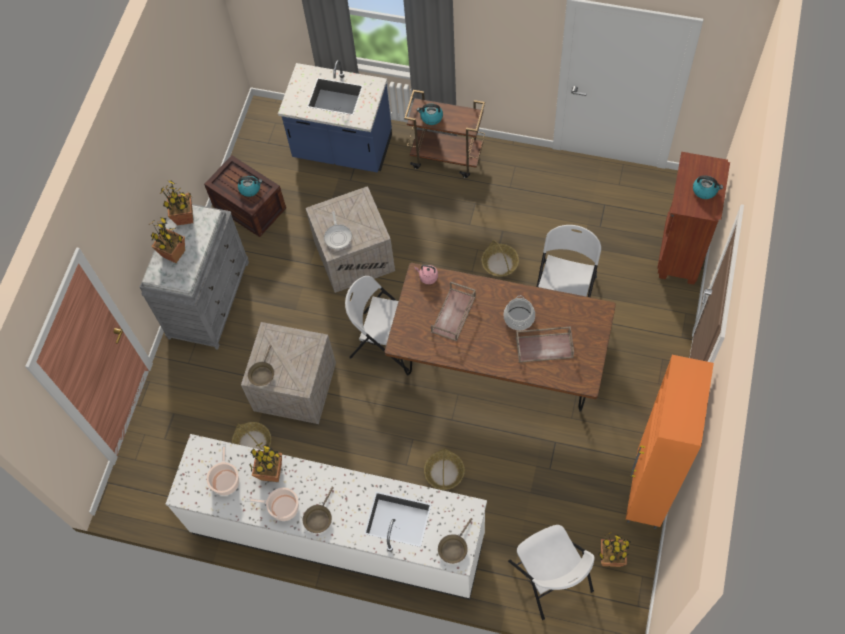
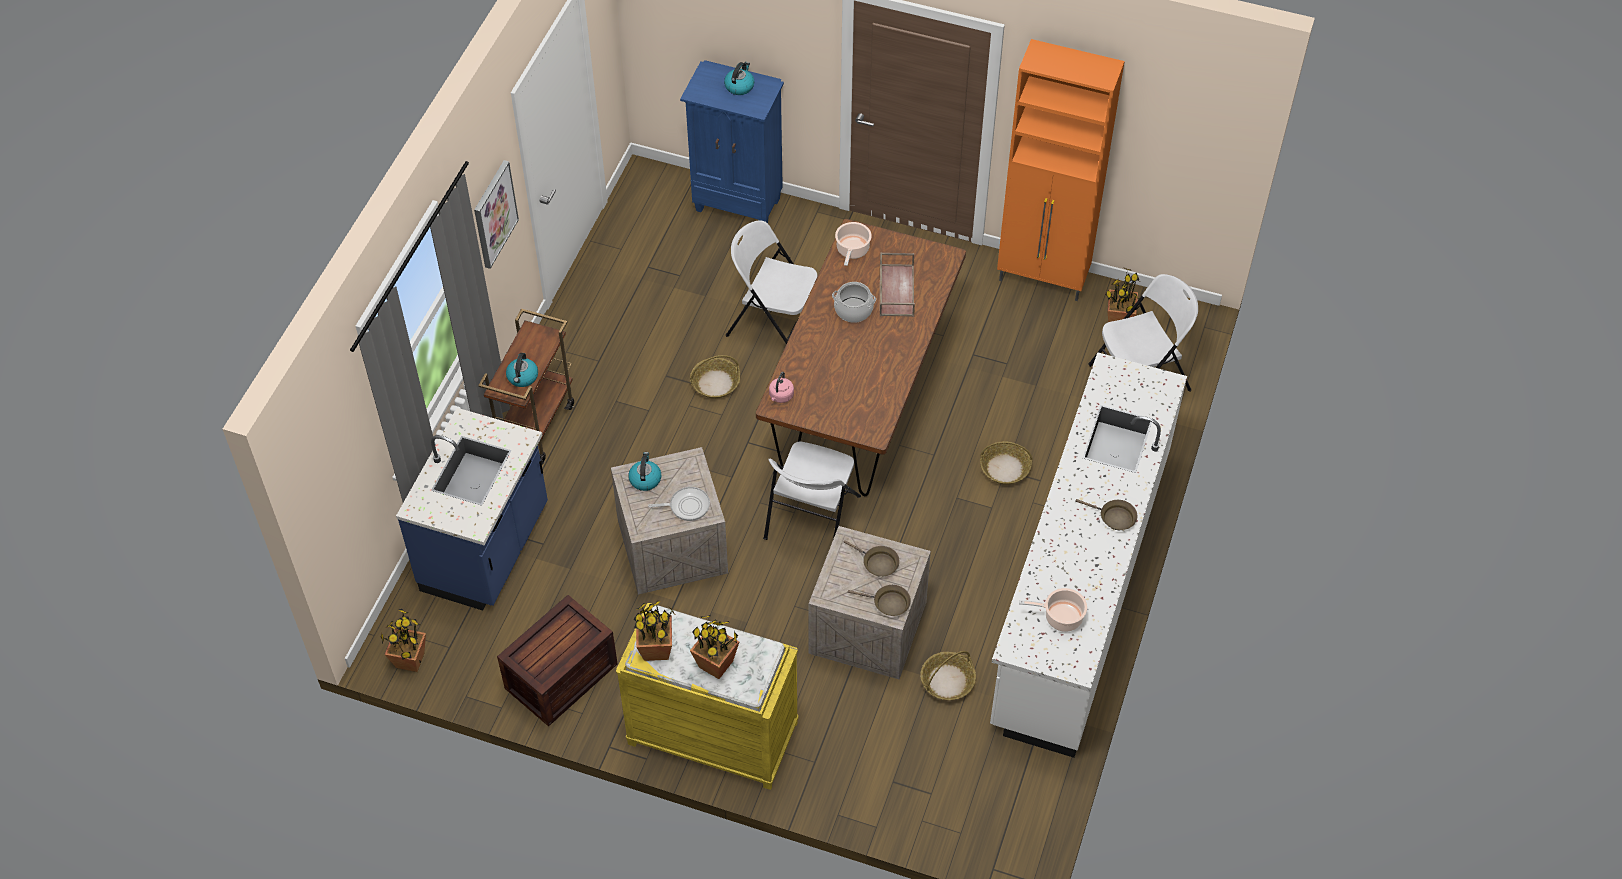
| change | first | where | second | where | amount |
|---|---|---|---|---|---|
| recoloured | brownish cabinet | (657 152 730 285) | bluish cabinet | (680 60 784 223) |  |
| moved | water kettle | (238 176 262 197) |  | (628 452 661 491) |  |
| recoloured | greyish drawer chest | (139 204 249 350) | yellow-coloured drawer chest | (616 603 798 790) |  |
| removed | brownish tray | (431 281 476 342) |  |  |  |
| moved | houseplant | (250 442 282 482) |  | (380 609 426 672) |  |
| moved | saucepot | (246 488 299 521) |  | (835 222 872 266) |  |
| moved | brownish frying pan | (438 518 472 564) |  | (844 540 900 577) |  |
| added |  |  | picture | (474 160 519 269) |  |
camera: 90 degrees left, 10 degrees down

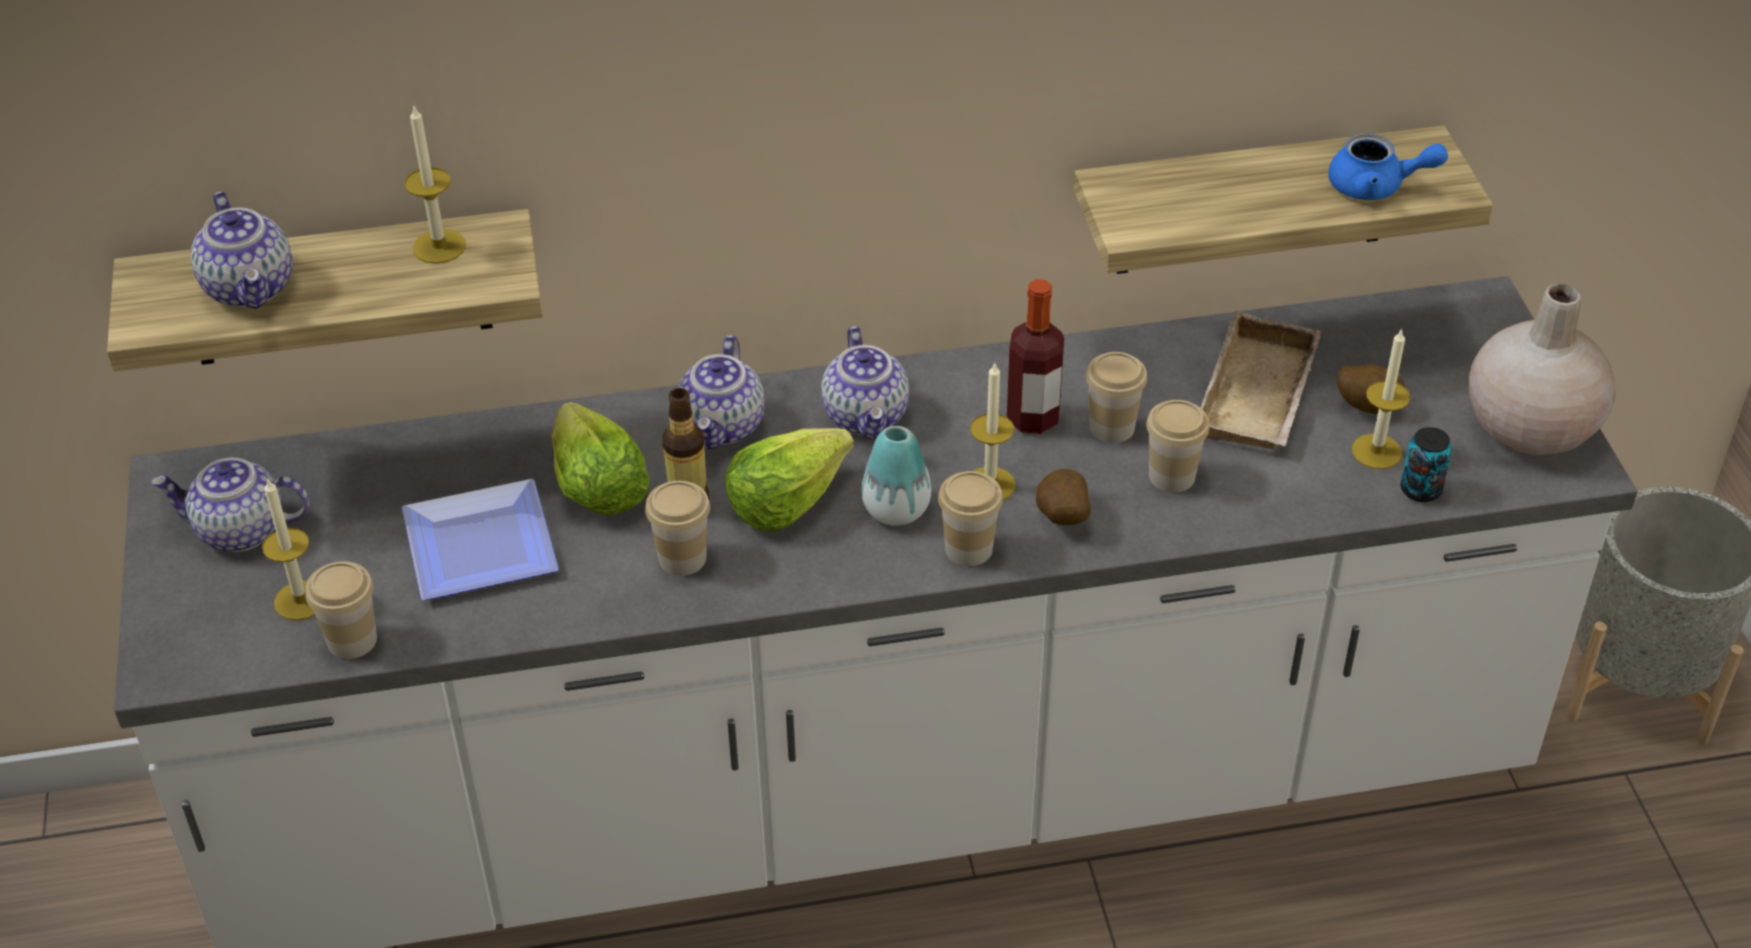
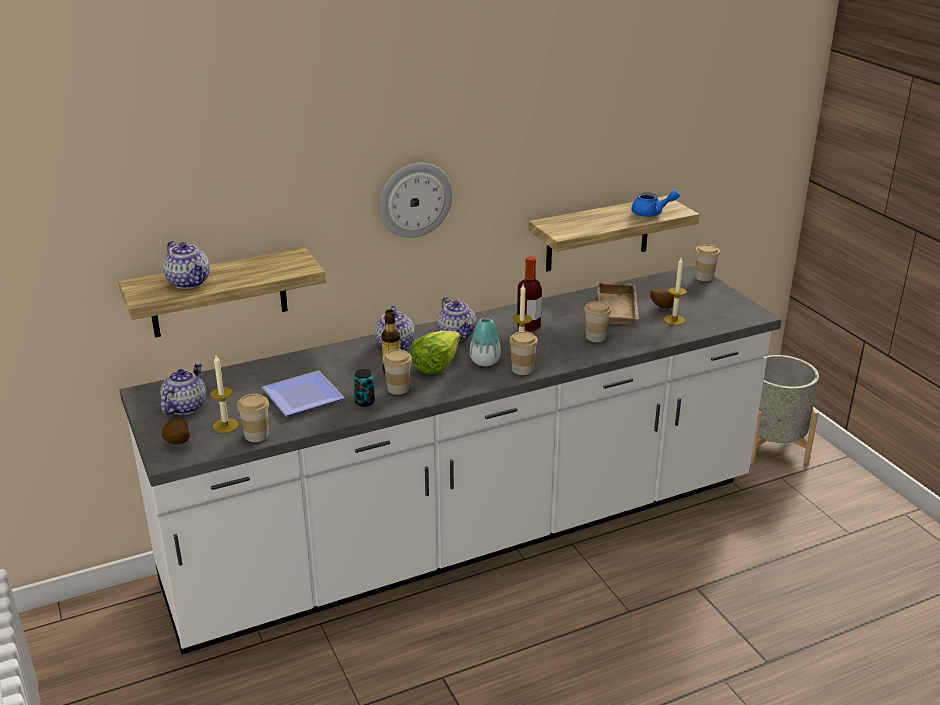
| change | first | where | second | where | amount |
|---|---|---|---|---|---|
| removed | wax light | (405 104 466 264) |  |  |  |
| removed | beige vase | (1468 283 1615 455) |  |  |  |
| moved | small cup | (1086 352 1147 443) |  | (695 244 720 281) |  |
| removed | lettuce | (551 402 649 515) |  |  |  |
| moved | can | (1401 427 1452 502) |  | (353 369 375 407) |  |
| turned | pot for tea | (151 458 309 552) |  | (160 363 206 415) | 120 degrees clockwise |
| moved | spud | (1036 469 1091 525) |  | (162 418 190 445) |  |
| added |  |  | wall clock | (379 163 453 238) |  |
camera: 15 degrees left, 15 degrees down

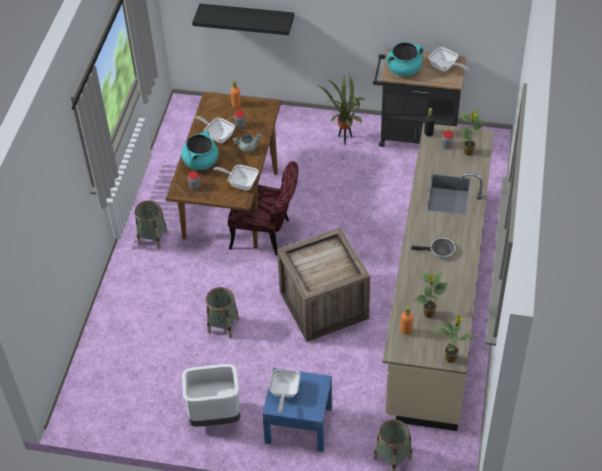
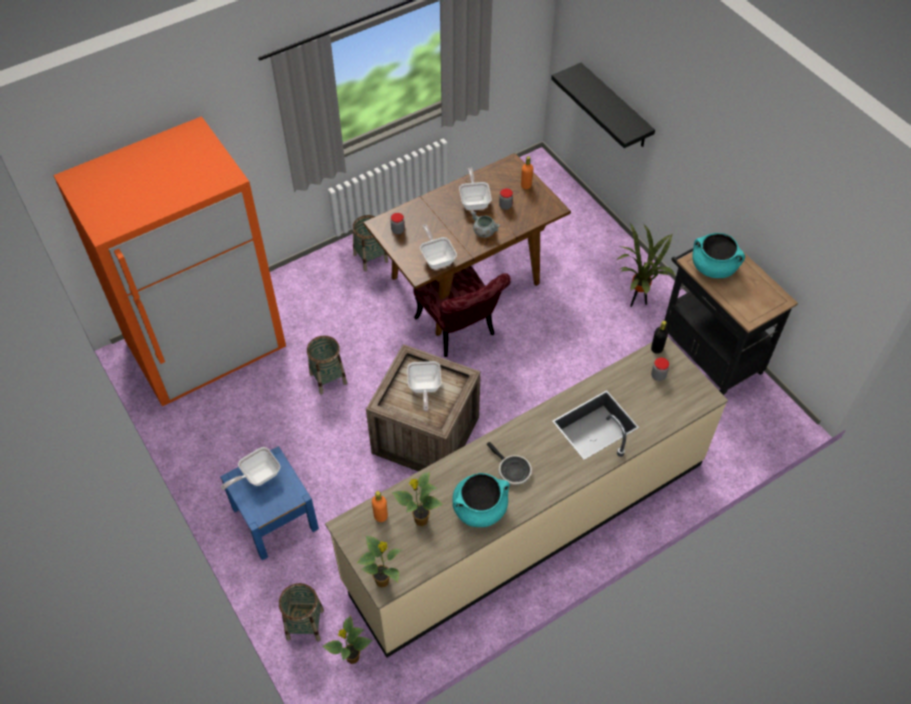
| change | first | where | second | where | amount |
|---|---|---|---|---|---|
| moved | frying pan | (428 47 469 72) |  | (407 361 441 411) |  |
| moved | houseplant | (461 109 483 156) |  | (322 615 373 664) |  |
| moved | turquoise-coloured saucepot | (181 131 219 170) |  | (452 473 510 527) |  |
| removed | white-coloured trash can | (182 364 240 427) |  |  |  |
| added |  |  | orange kitchen fridge | (53 116 286 406) |  |
camera: 45 degrees right, 5 degrees up

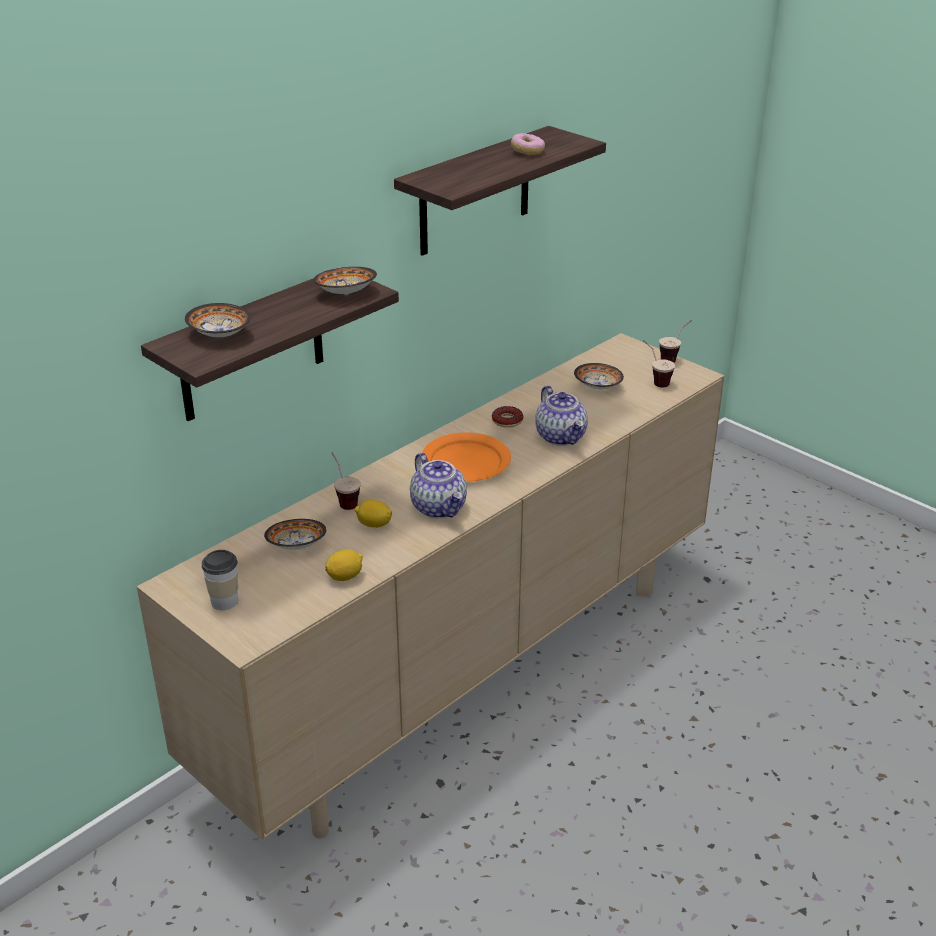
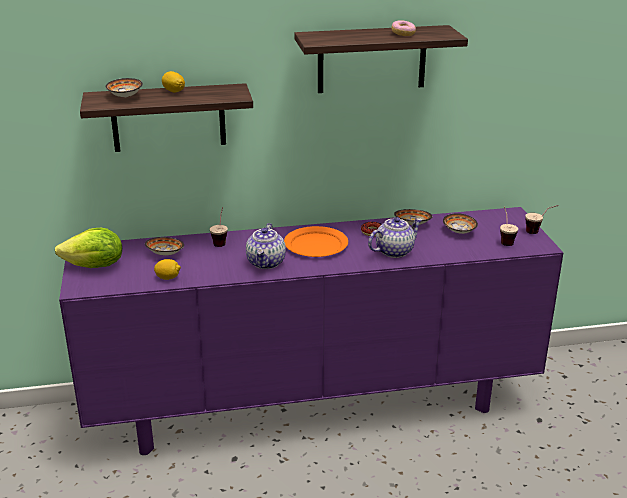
| change | first | where | second | where | amount |
|---|---|---|---|---|---|
| moved | deep dish | (313 267 377 295) |  | (394 209 433 225) |  |
| recoloured | beige cabinet | (137 333 724 840) | purple-coloured cabinet | (59 207 564 455) |  |
| turned | pot for tea | (535 386 588 446) |  | (368 217 422 258) | 135 degrees counterclockwise |
| moved | lemon | (354 500 392 528) |  | (162 71 185 93) |  |
| replaced | small cup | (202 550 238 610) | lettuce | (55 228 122 268) |  |
camera: 35 degrees right, 5 degrees down

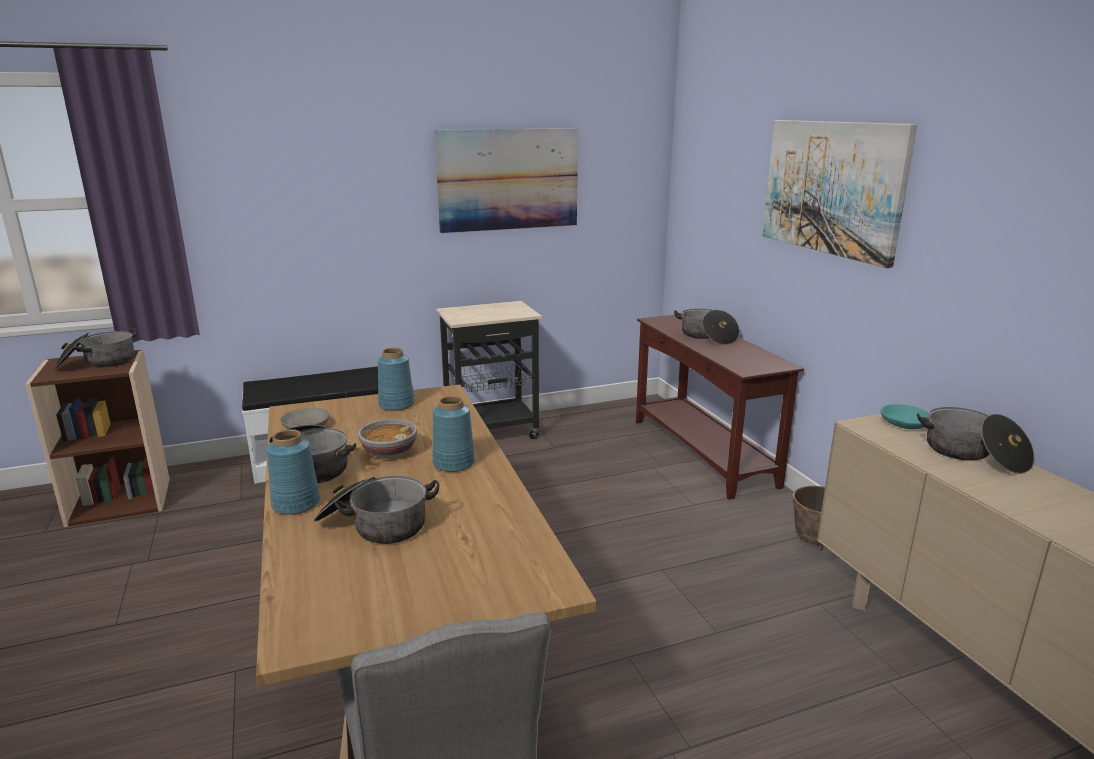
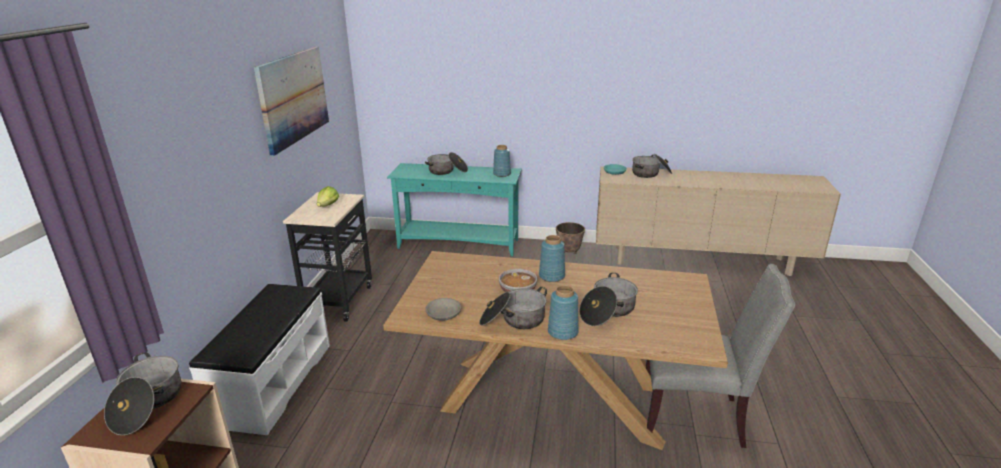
| change | first | where | second | where | amount |
|---|---|---|---|---|---|
| removed | picture | (763 120 917 268) |  |  |  |
| recoloured | brownish console table | (636 315 804 500) | turquoise-coloured console table | (387 163 522 256) |  |
| moved | bluish vase | (378 347 414 411) |  | (493 145 511 177) |  |
| added |  |  | lettuce | (316 186 339 207) |  |
camera: 60 degrees left, 5 degrees up

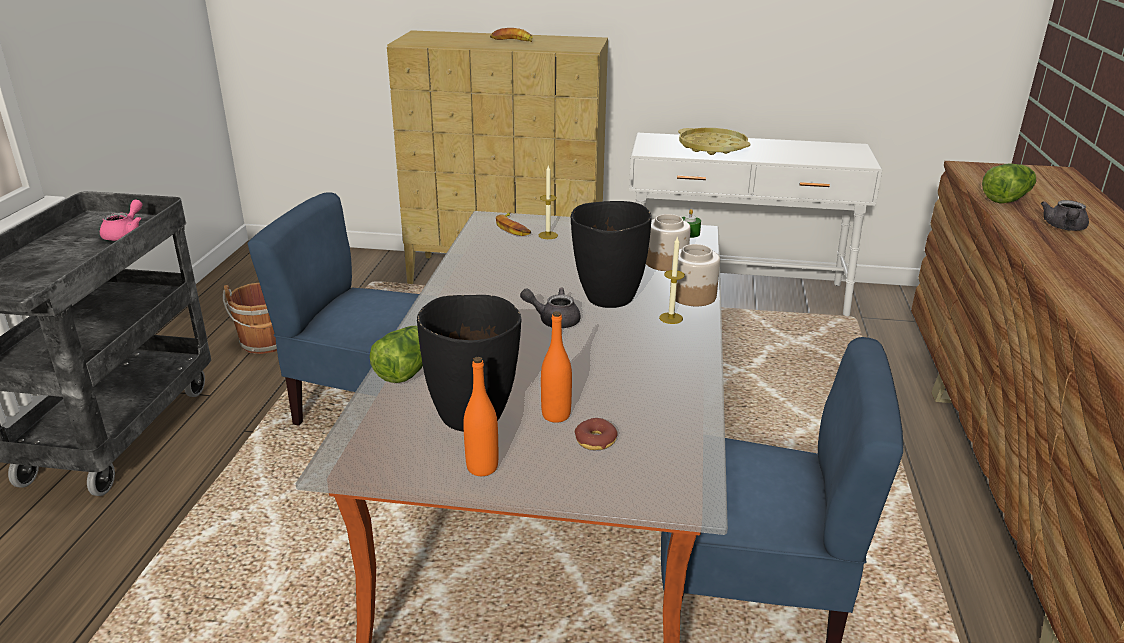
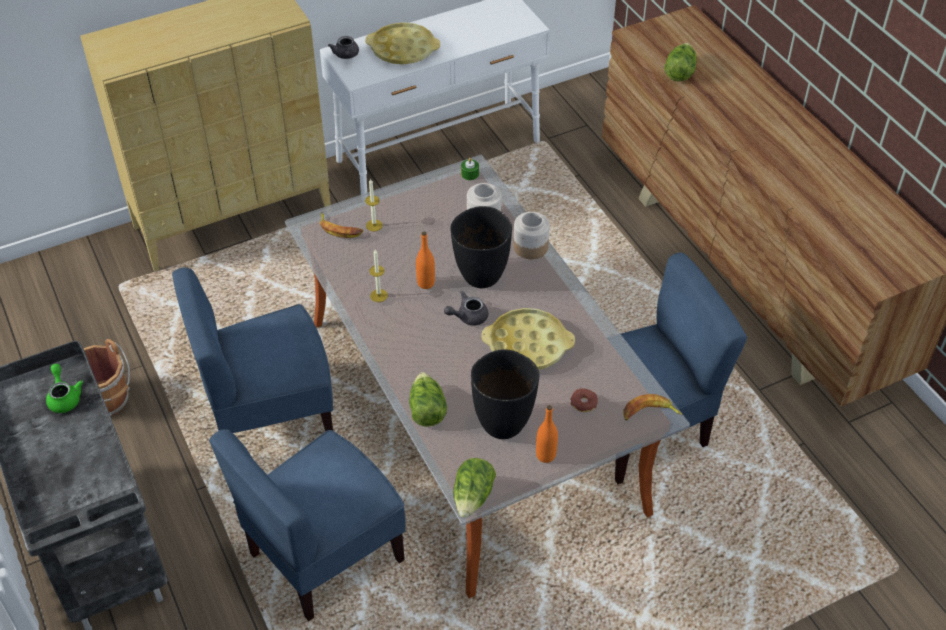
| change | first | where | second | where | amount |
|---|---|---|---|---|---|
| moved | banana fruit | (490 28 533 42) |  | (623 394 683 420) |  |
| recoloured | pink-coloured pot for tea | (100 200 142 241) | greenish pot for tea | (46 364 83 413) |  |
| moved | greyish pot for tea | (1041 200 1089 231) |  | (328 36 359 59) |  |
| moved | wax light | (659 236 685 324) |  | (369 249 388 302) |  |
| moved | orange drink bottle | (541 311 572 423) |  | (416 232 435 289) |  |
| added |  |  | yellow-coloured tray | (482 308 575 370) |  |
| added |  |  | bluish chair | (209 429 406 621) |  |
| added |  |  | lettuce | (453 458 496 518) |  |
camera: 35 degrees left, 20 degrees up

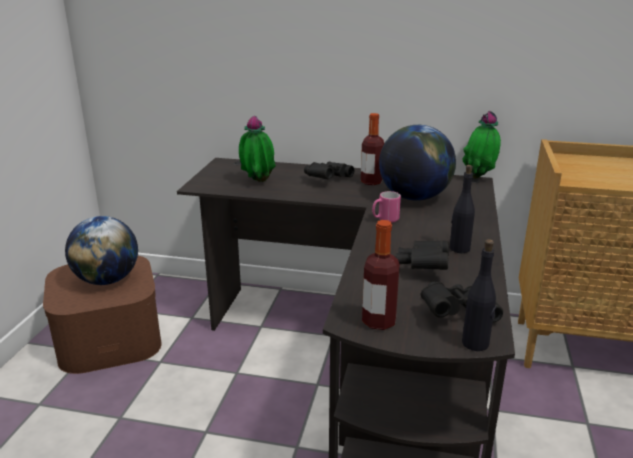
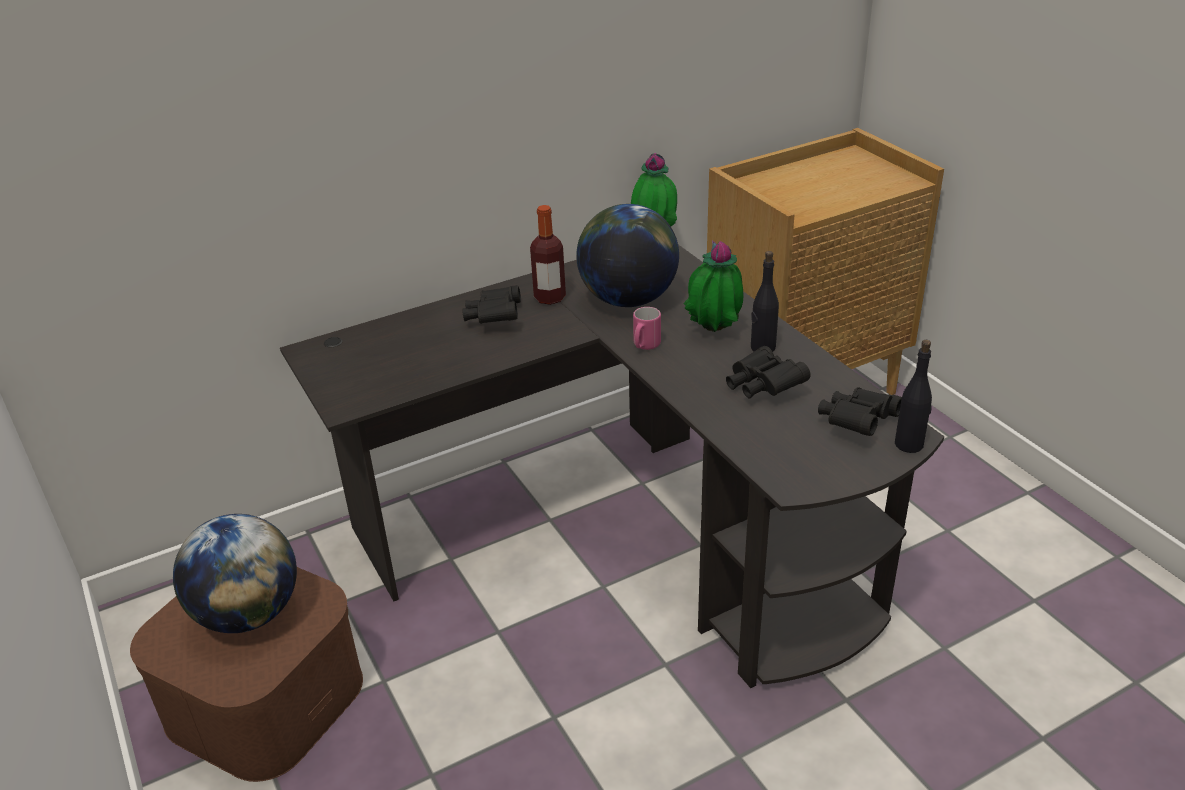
| change | first | where | second | where | amount |
|---|---|---|---|---|---|
| moved | houseplant | (239 116 276 182) |  | (684 240 743 332) |  |
| removed | drink bottle | (362 220 400 330) |  |  |  |
camera: 40 degrees left, 10 degrees up

